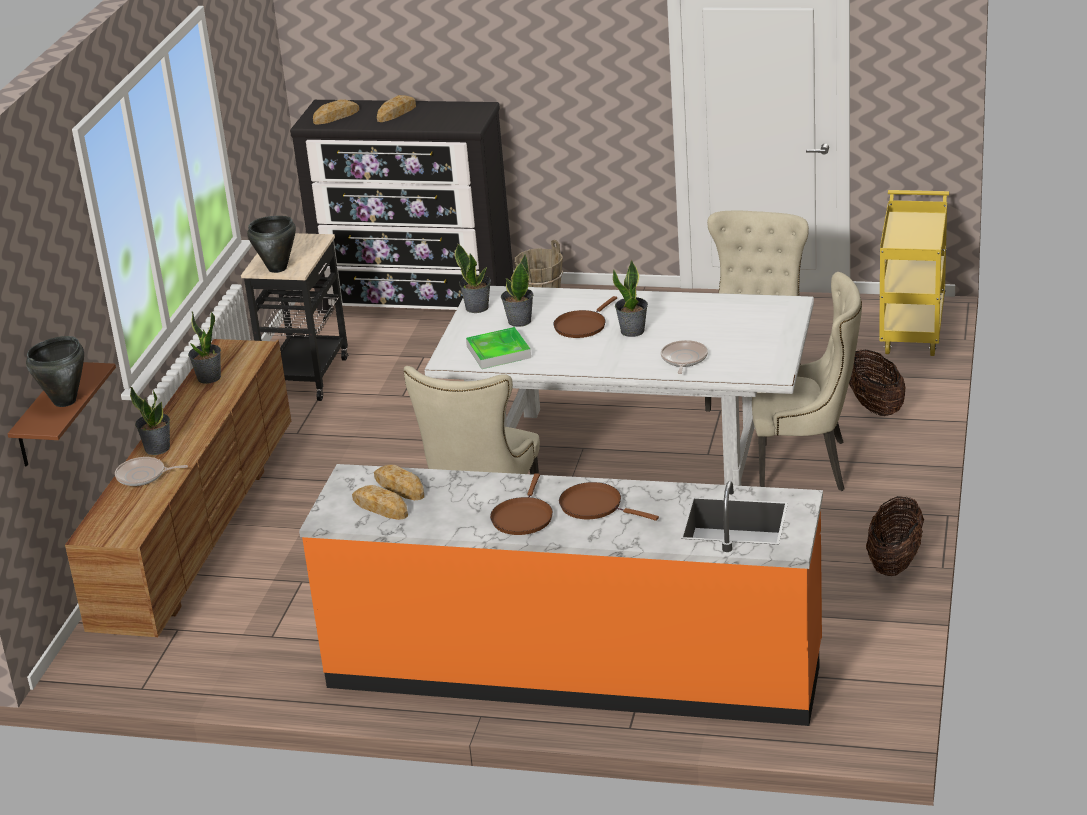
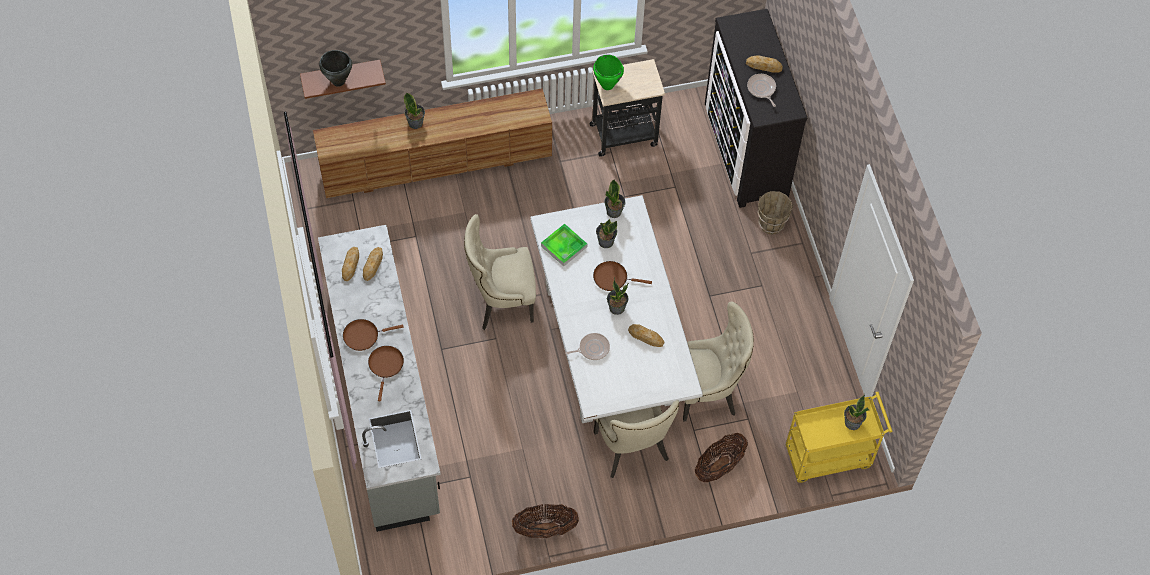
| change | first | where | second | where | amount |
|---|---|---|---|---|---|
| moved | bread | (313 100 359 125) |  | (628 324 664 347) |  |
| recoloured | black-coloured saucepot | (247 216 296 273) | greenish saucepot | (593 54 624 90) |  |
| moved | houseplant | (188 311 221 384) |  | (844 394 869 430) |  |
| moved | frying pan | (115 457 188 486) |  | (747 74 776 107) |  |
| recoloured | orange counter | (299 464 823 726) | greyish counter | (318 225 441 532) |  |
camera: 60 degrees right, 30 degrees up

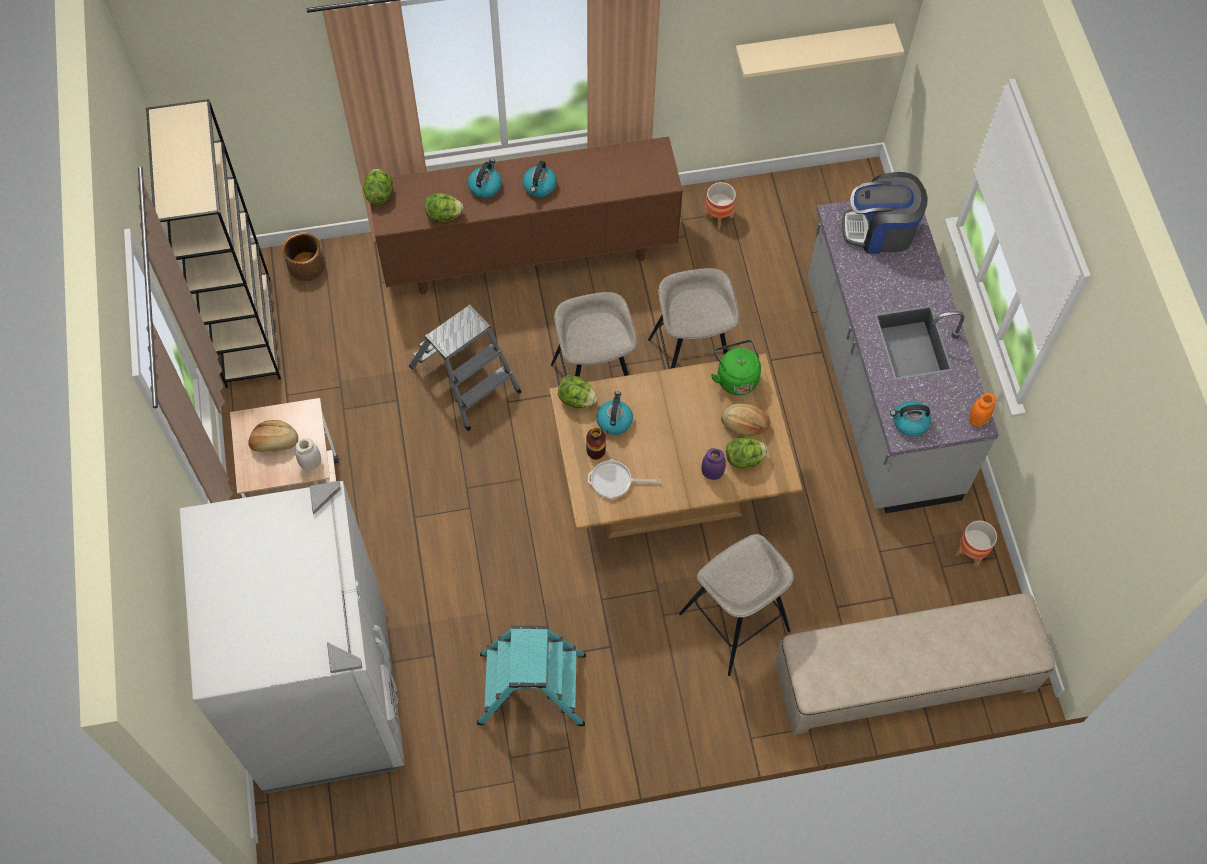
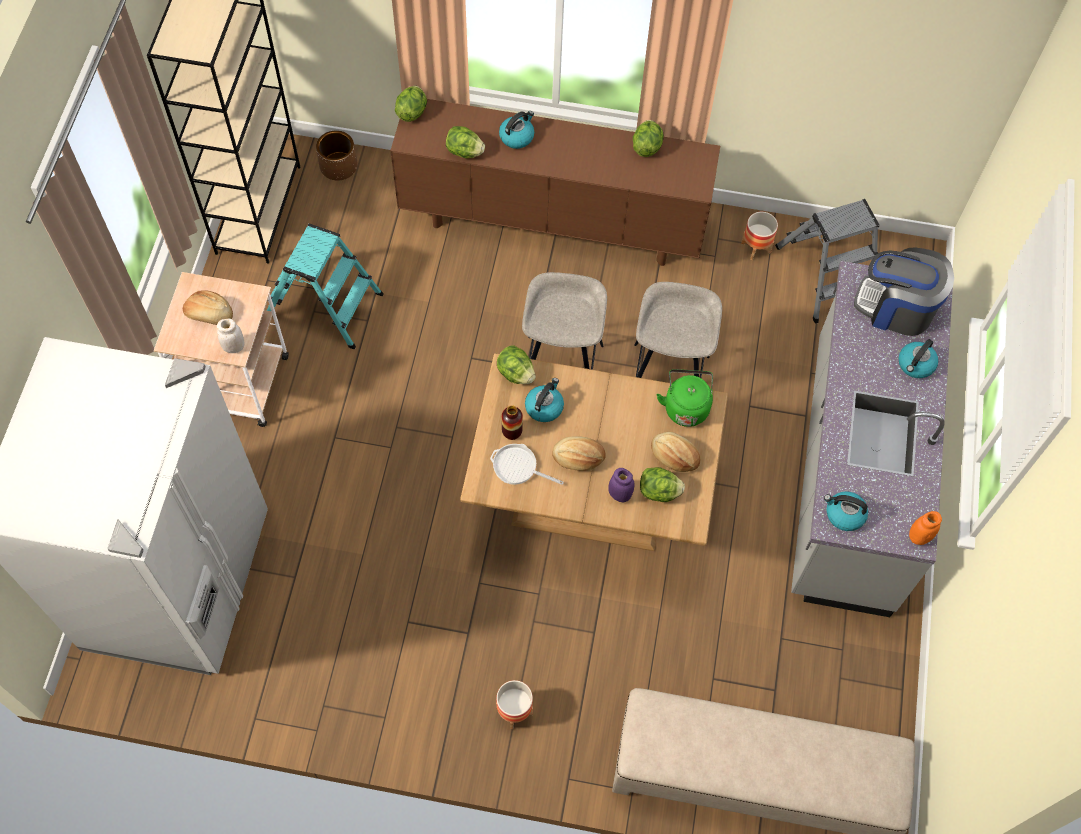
| change | first | where | second | where | amount |
|---|---|---|---|---|---|
| removed | beige wall shelf | (736 23 904 78) |  |  |  |
| moved | water kettle | (523 161 557 197) |  | (899 339 938 378) |  |
| moved | greyish stepladder | (409 304 522 431) |  | (775 199 880 324) |  |
| moved | planter | (955 520 997 567) |  | (496 680 533 729) |  |
| removed | greyish stool | (679 534 794 676) |  |  |  |
| moved | turquoise-coloured stepladder | (477 625 586 726) |  | (266 223 384 349) |  |
| added |  |  | lettuce | (633 120 664 157) |  |
| added |  |  | bread | (552 436 606 471) |  |
camera: 20 degrees right, 0 degrees up

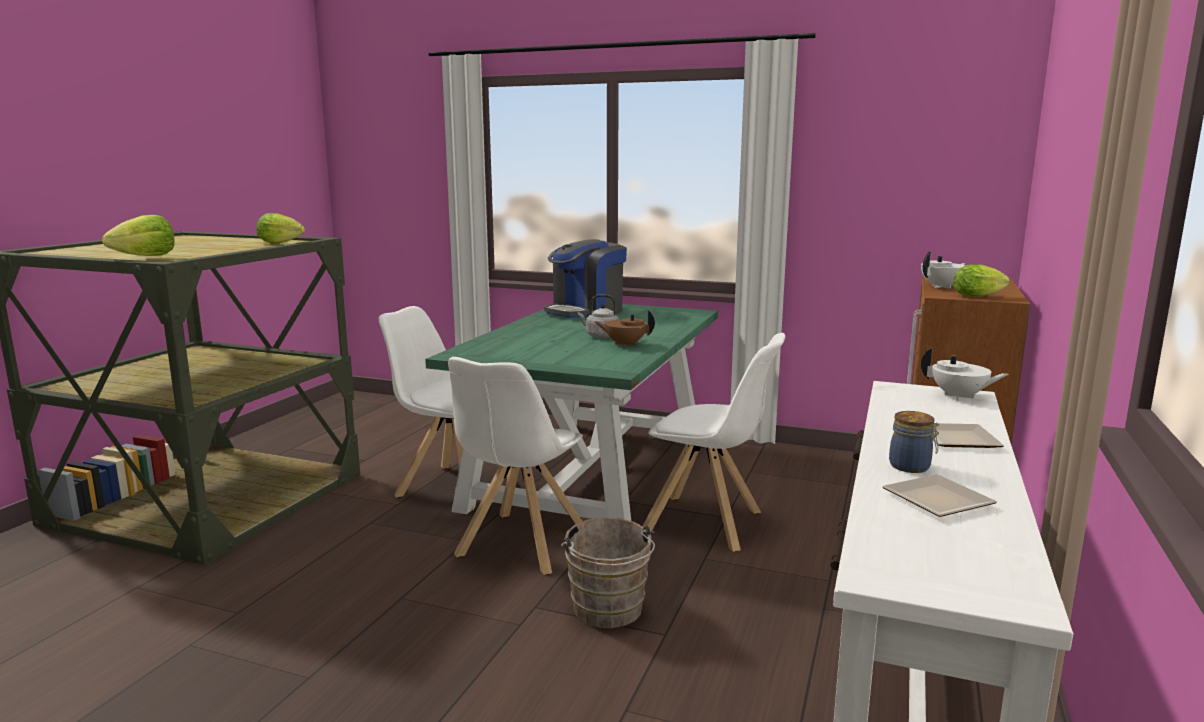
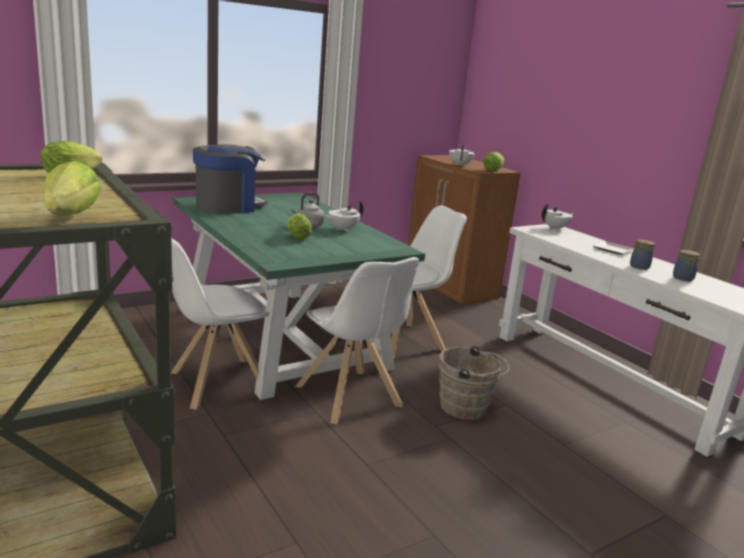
| change | first | where | second | where | amount |
|---|---|---|---|---|---|
| turned | coffee maker | (544 239 627 318) |  | (193 144 268 214) | 120 degrees counterclockwise |
| recoloured | brownish pot for tea | (595 310 655 347) | white-coloured pot for tea | (323 201 363 232) |  |
| replaced | plate | (882 474 997 517) | preserve jar | (673 250 700 281) |  |
| added |  |  | lettuce | (288 213 312 240) |  |
camera: 55 degrees left, 5 degrees up

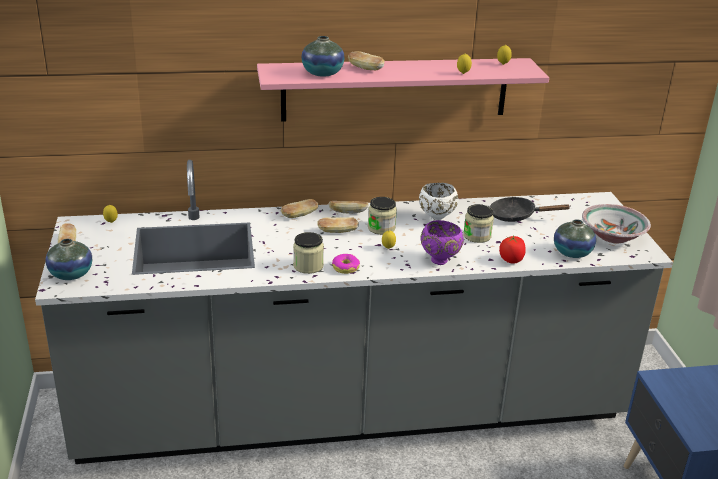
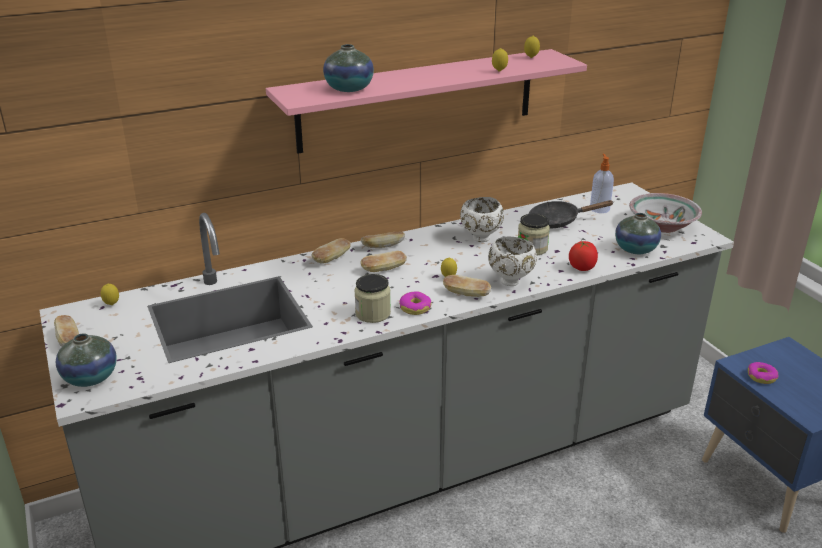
| change | first | where | second | where | amount |
|---|---|---|---|---|---|
| moved | bread | (348 51 385 70) |  | (443 275 491 297) |  |
| removed | preserve jar | (368 197 397 235) |  |  |  |
| recoloured | purple-coloured deep dish | (420 220 464 265) | white-coloured deep dish | (488 237 537 286) |  |
| added |  |  | soap bottle | (590 153 614 213) |  |
| added |  |  | donut | (748 362 778 384) |  |
camera: 15 degrees left, 0 degrees up

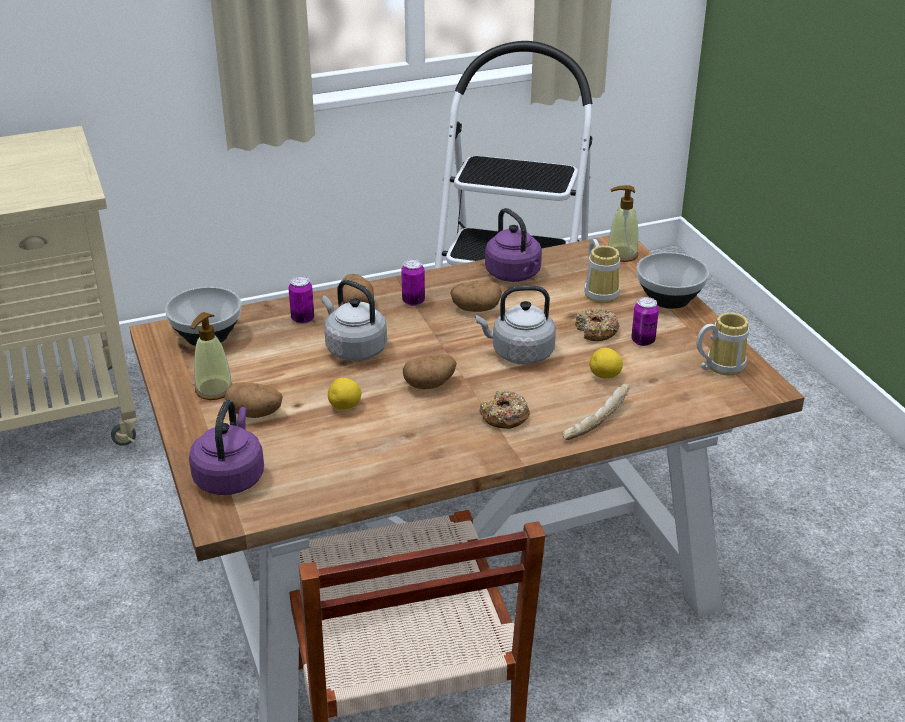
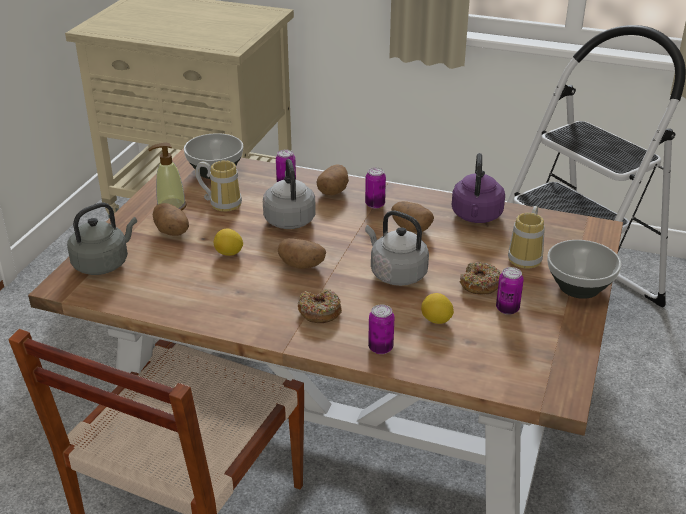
| change | first | where | second | where | amount |
|---|---|---|---|---|---|
| removed | soap bottle | (608 185 638 262) |  |  |  |
| moved | tea mug | (696 312 749 376) |  | (196 160 242 212) |  |
| replaced | bread | (562 384 629 440) | can | (368 304 395 354) |  |
| recoloured | purple-coloured water kettle | (189 400 264 495) | greyish water kettle | (67 202 137 275) |  |
camera: 40 degrees right, 0 degrees up

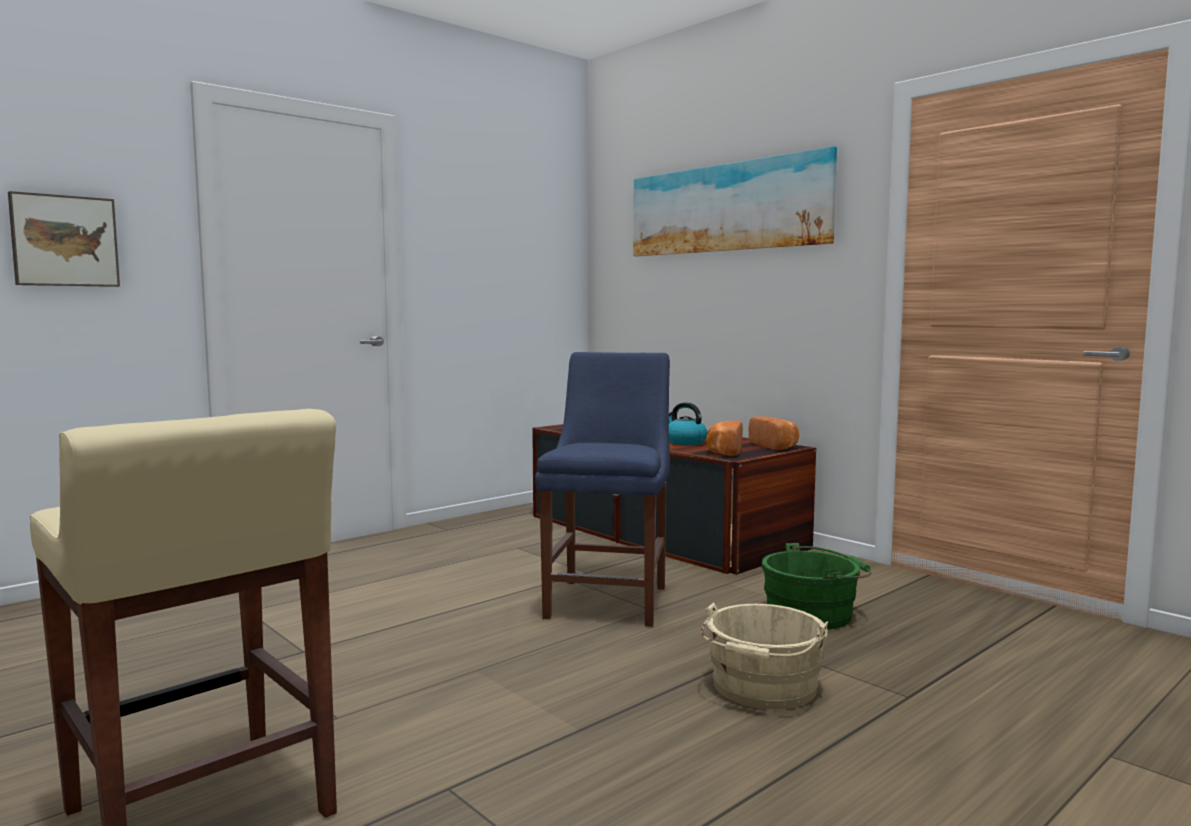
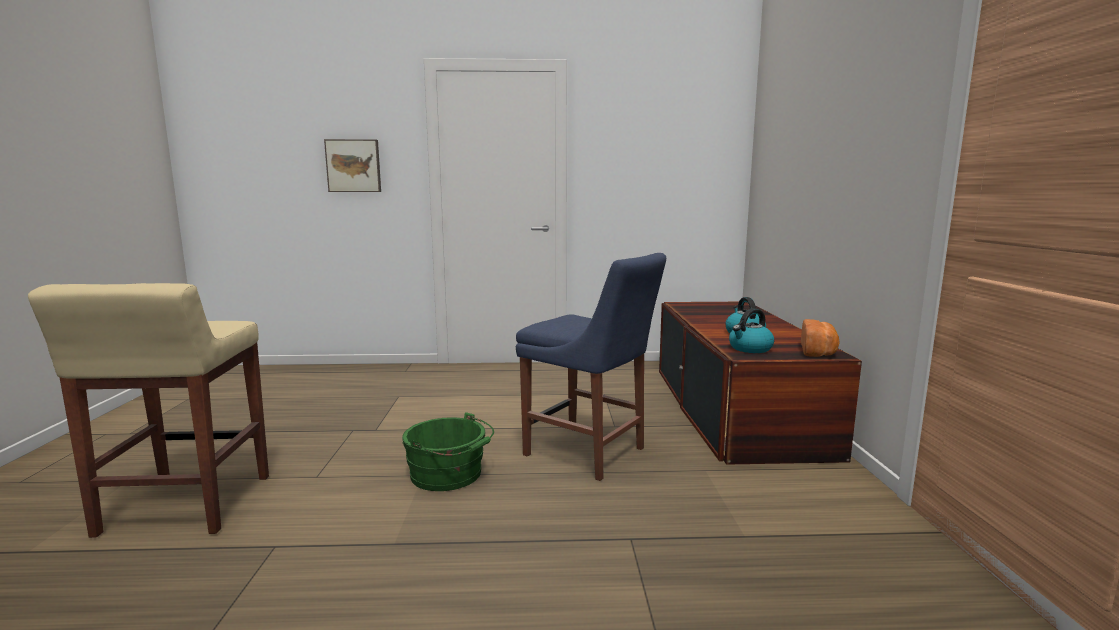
| change | first | where | second | where | amount |
|---|---|---|---|---|---|
| removed | picture | (633 146 837 256) |  |  |  |
| turned | bluish chair | (535 352 670 627) |  | (516 253 666 481) | 75 degrees clockwise |
| replaced | bread | (706 420 743 456) | water kettle | (729 308 774 353) |  |
| moved | greenish bucket | (762 543 871 630) |  | (402 412 494 491) |  |
| removed | beige bucket | (701 603 828 709) |  |  |  |
camera: 40 degrees right, 5 degrees up

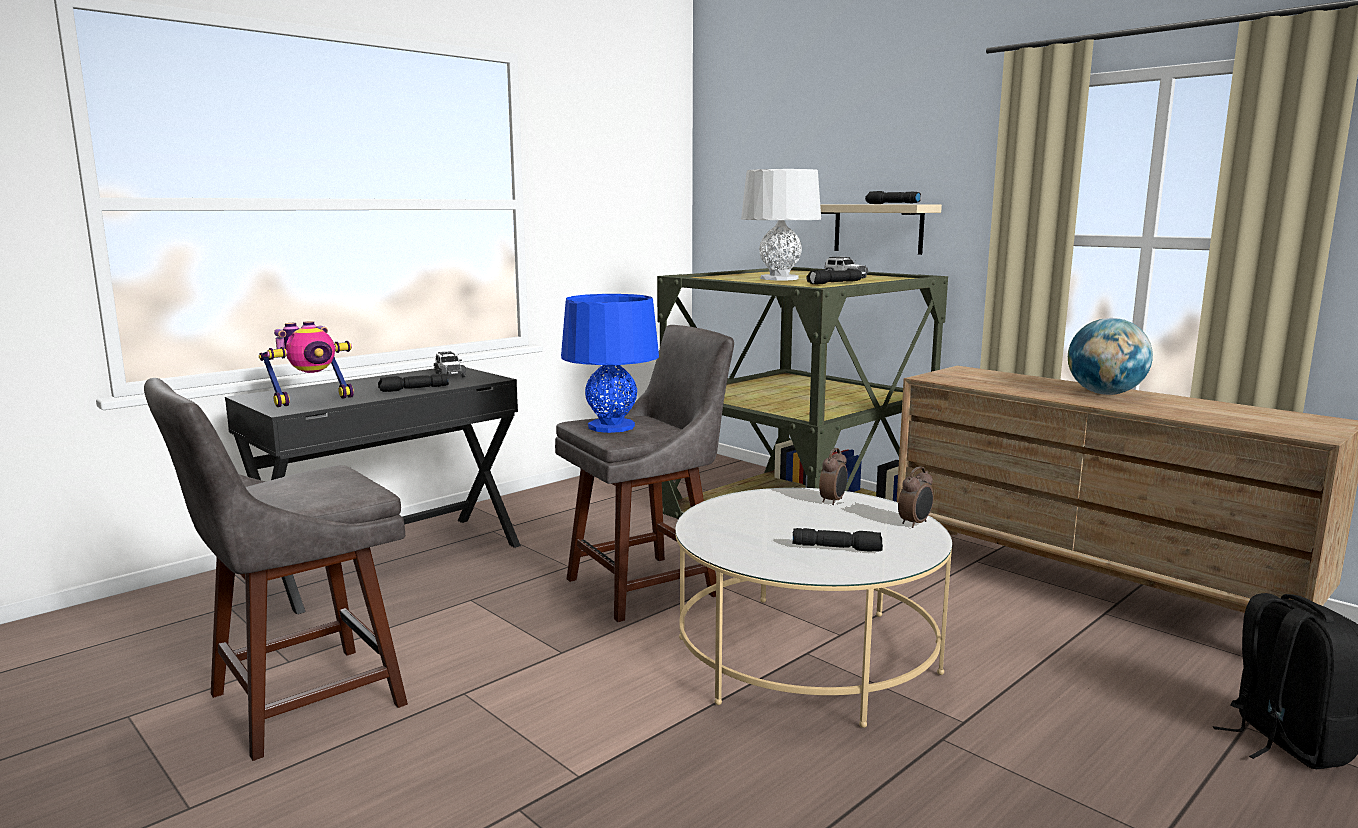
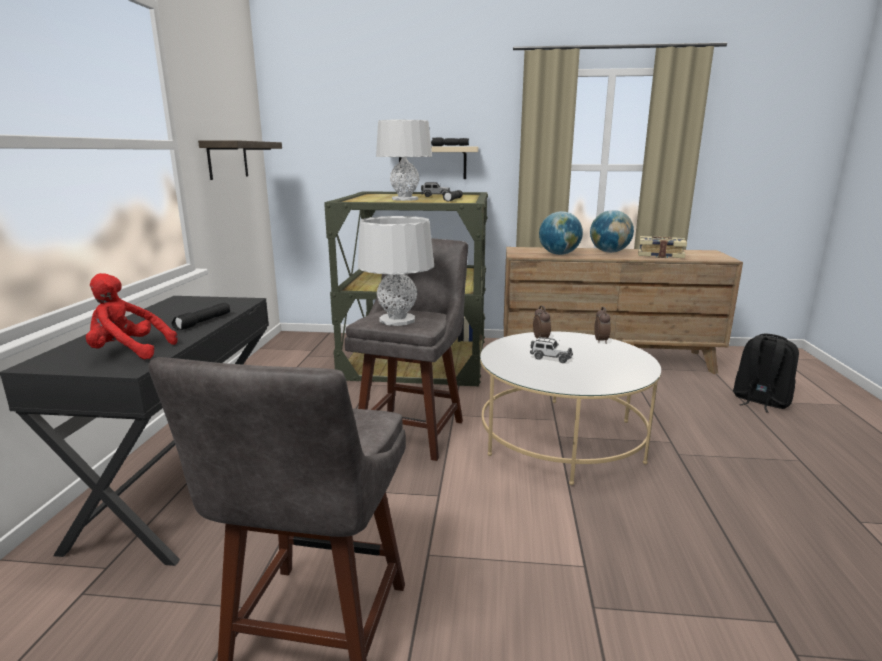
| change | first | where | second | where | amount |
|---|---|---|---|---|---|
| recoloured | bluish tabletop lamp | (561 294 659 433) | greyish tabletop lamp | (358 216 434 326) |  |
| replaced | toy robot | (259 321 354 407) | red plush toy | (86 273 178 359) |  |
| moved | toy car | (434 351 466 377) |  | (530 337 573 363) |  |
| removed | black-coloured hand torch | (792 528 883 552) |  |  |  |
| added |  |  | wall shelf | (198 140 282 180) |  |
| added |  |  | globe | (539 211 583 255) |  |
| added |  |  | book | (638 236 687 258) |  |
camera: 40 degrees left, 5 degrees up

